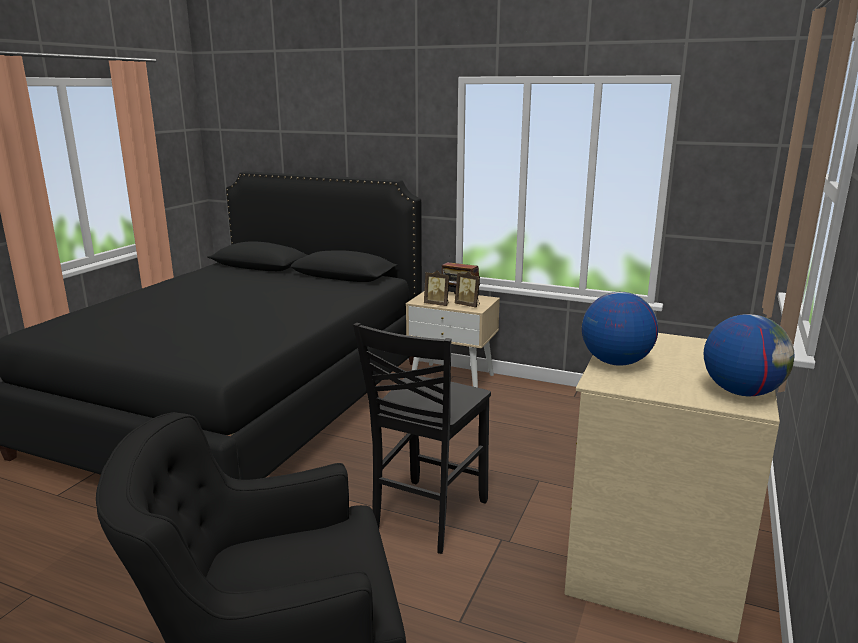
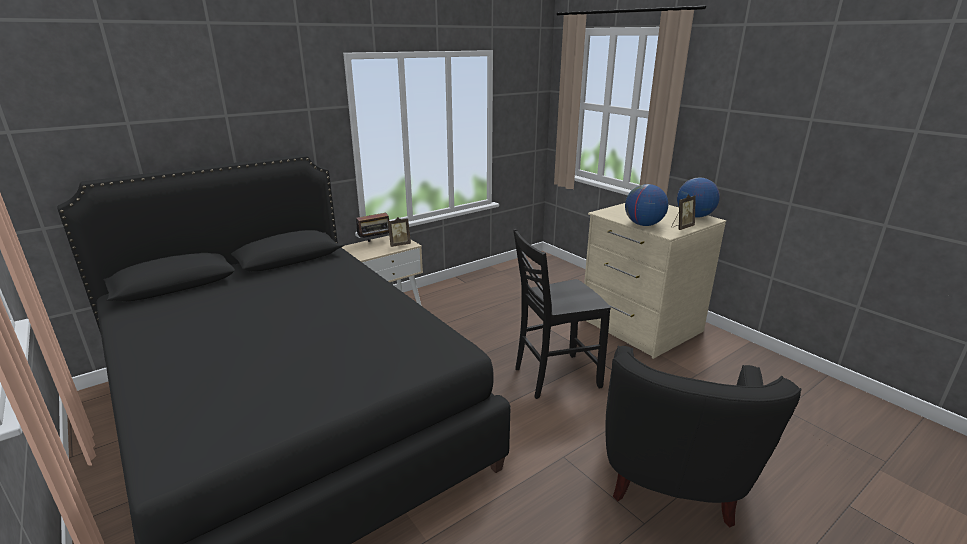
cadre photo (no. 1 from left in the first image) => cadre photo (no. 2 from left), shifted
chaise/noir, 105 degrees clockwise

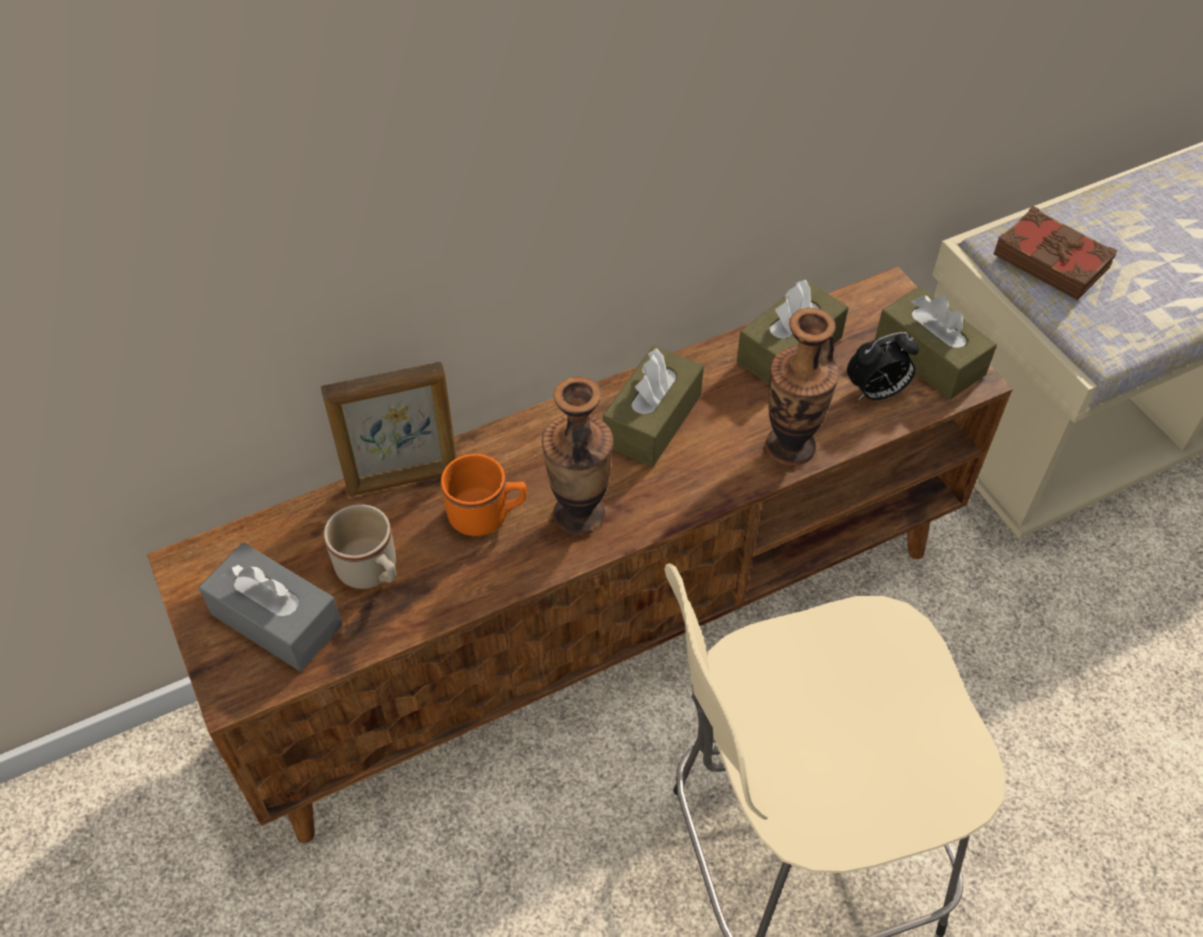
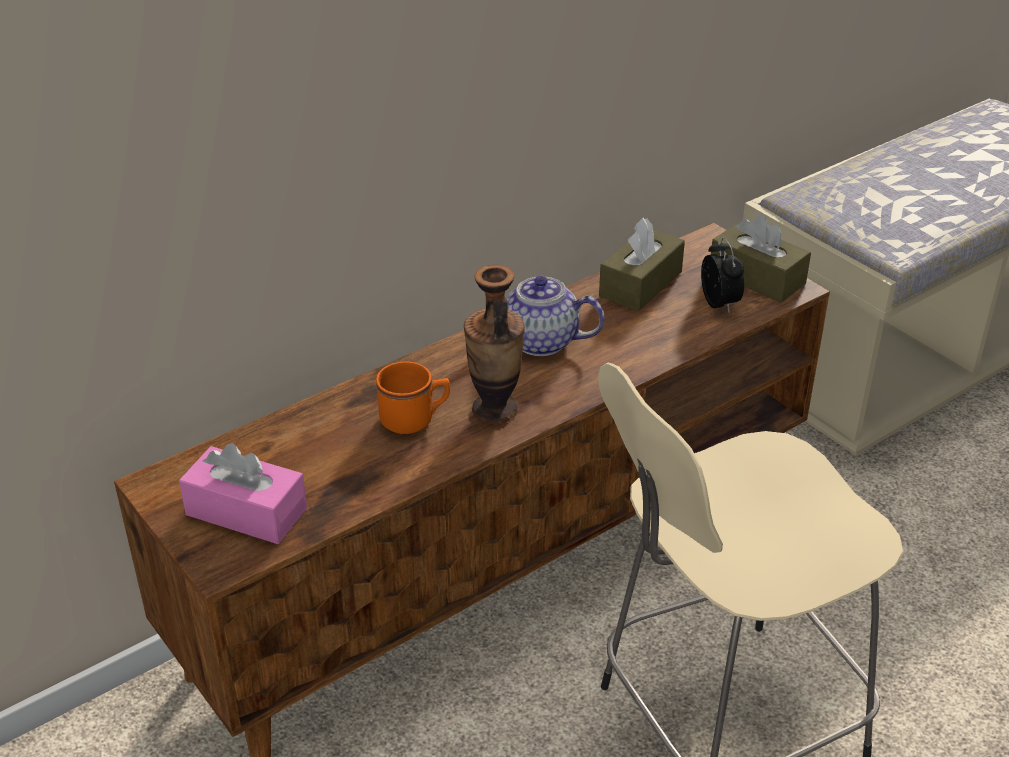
cadre photo => nothing
mug/beige => nothing
vase (no. 2 from left) => nothing
livre/marron => nothing
boîte à mouchoirs/marron (no. 1 from left) => théière
boîte à mouchoirs/gris => boîte à mouchoirs/rose
réveil, 75 degrees counterclockwise

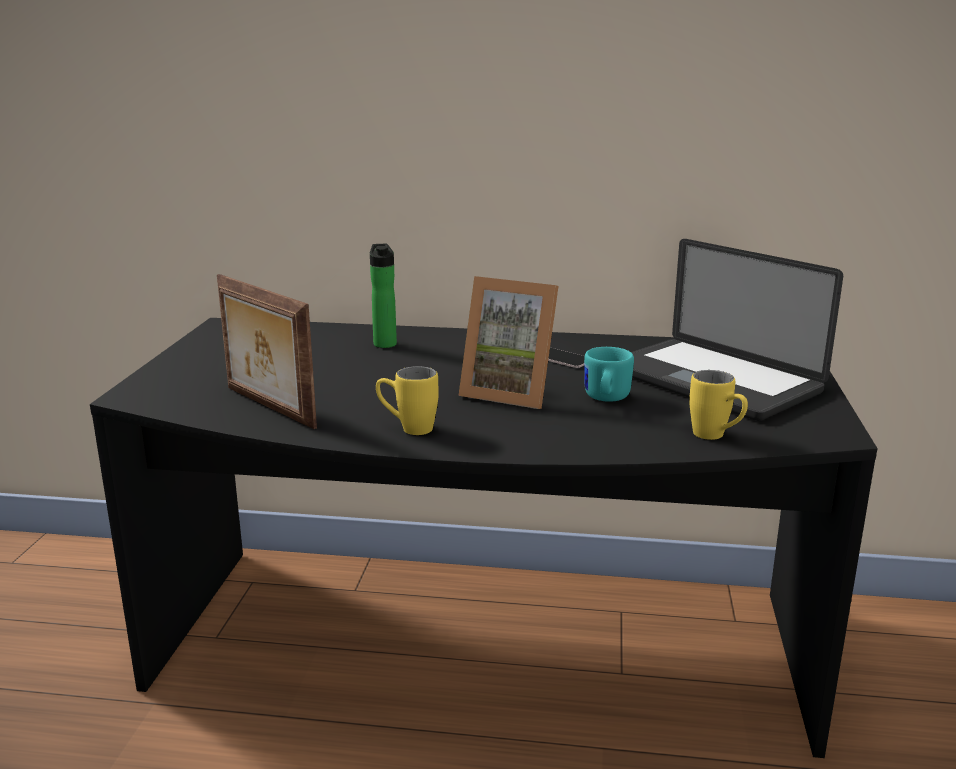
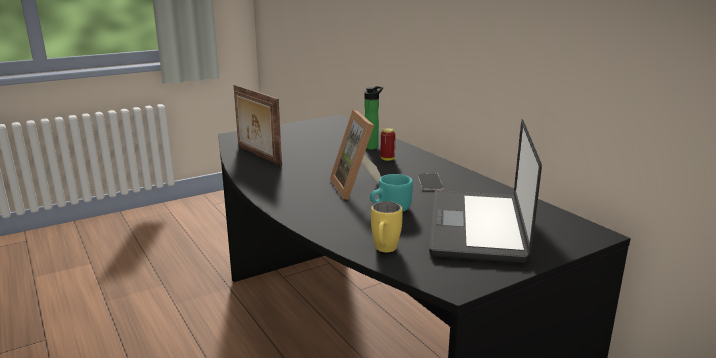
mug/jaune (no. 1 from left) => nothing
nothing => boîte métallique
cadre photo (no. 1 from left), 45 degrees counterclockwise

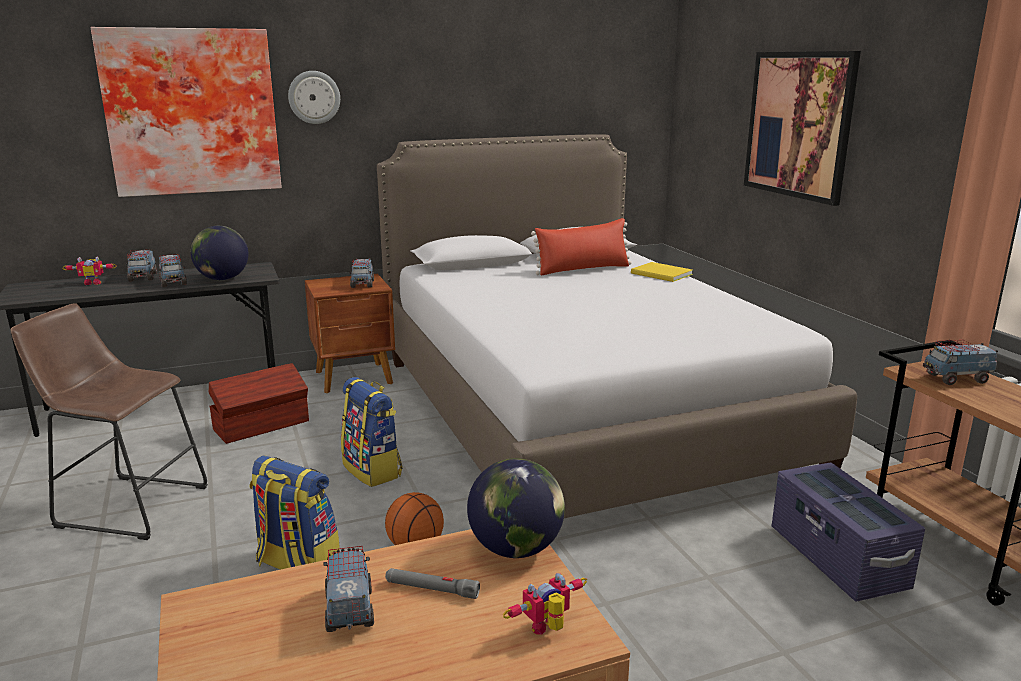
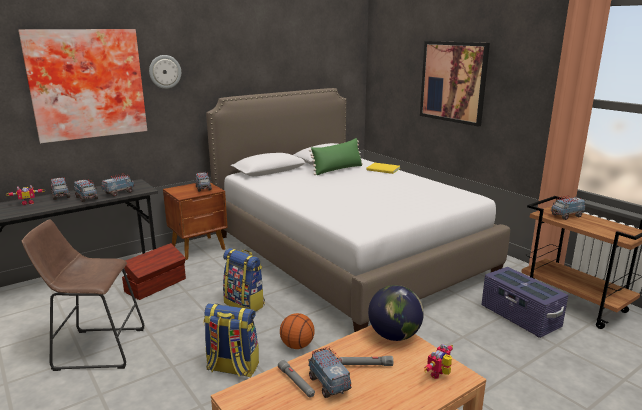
nothing => lampe de poche/gris (no. 1 from left)
globe (no. 1 from left) => camion jouet (no. 3 from left)
coussin/rouge => coussin/vert

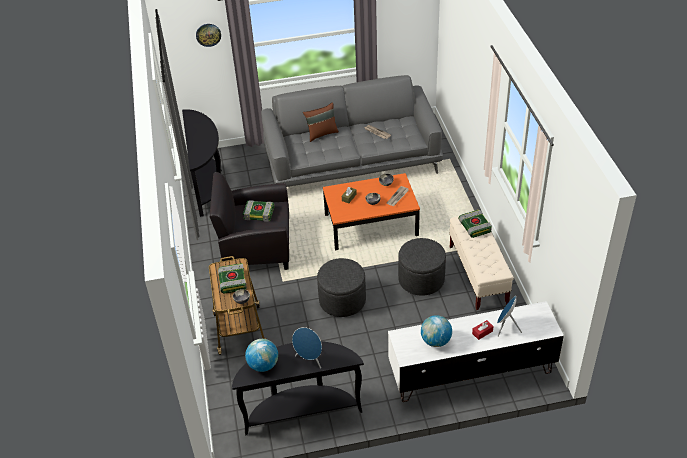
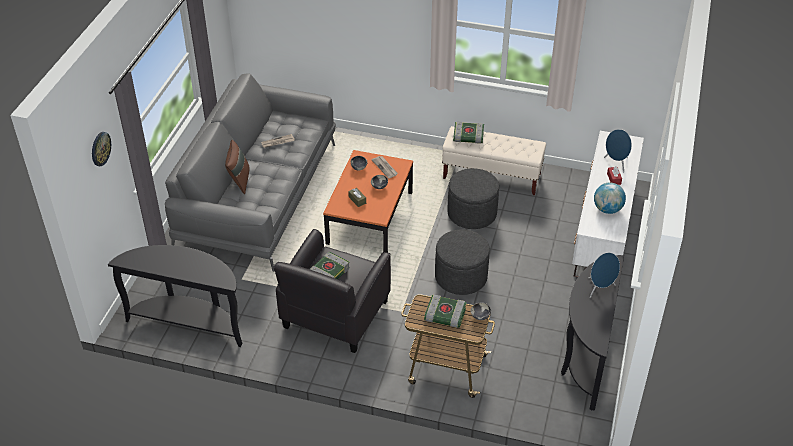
globe (no. 1 from left) => nothing

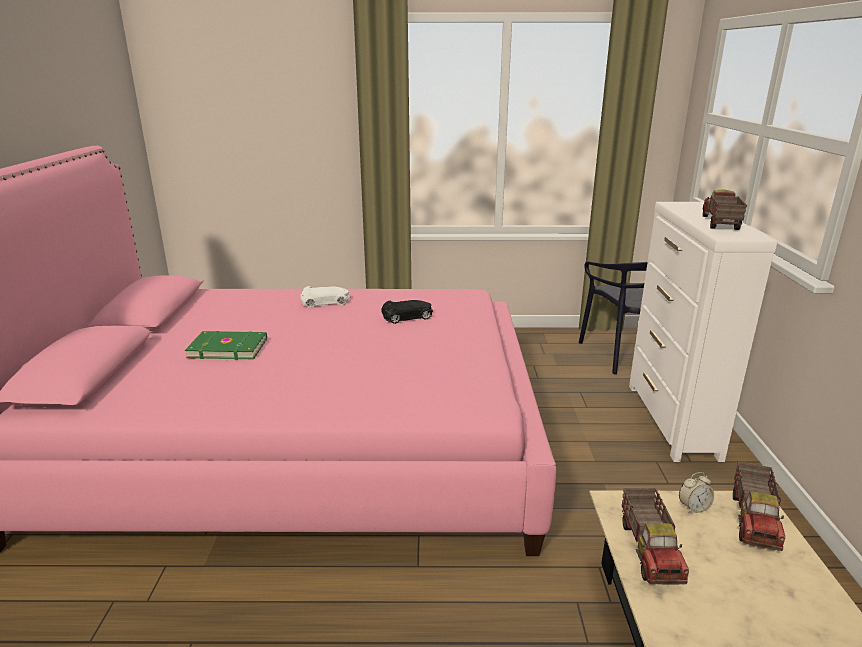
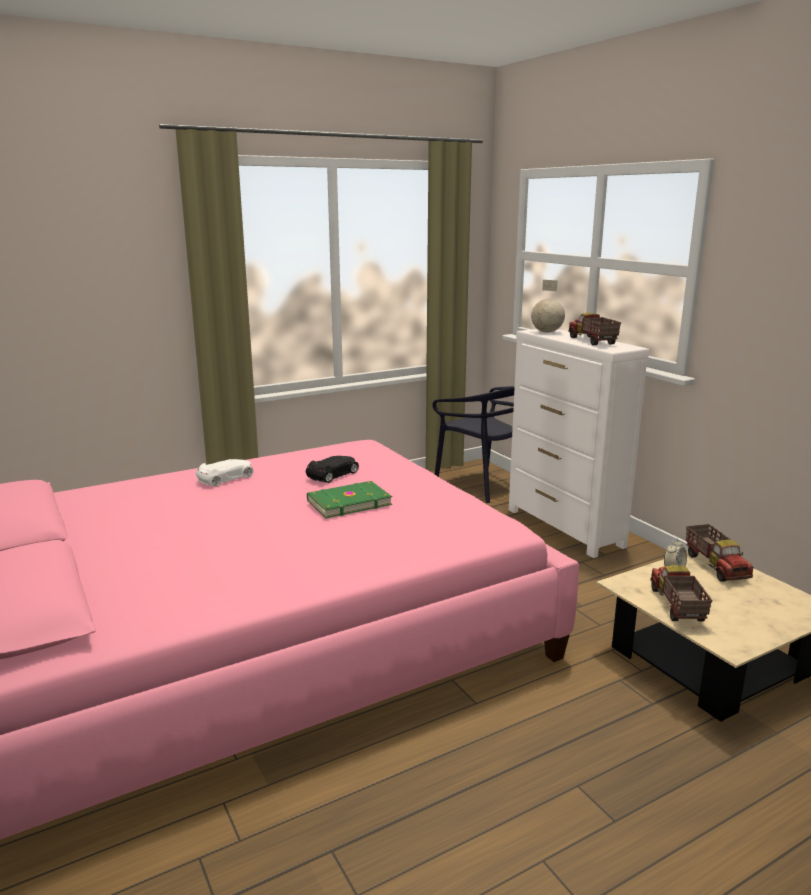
nothing => globe
livre/vert, shifted
camion jouet (no. 1 from left in the first image) => camion jouet (no. 2 from left), 150 degrees counterclockwise

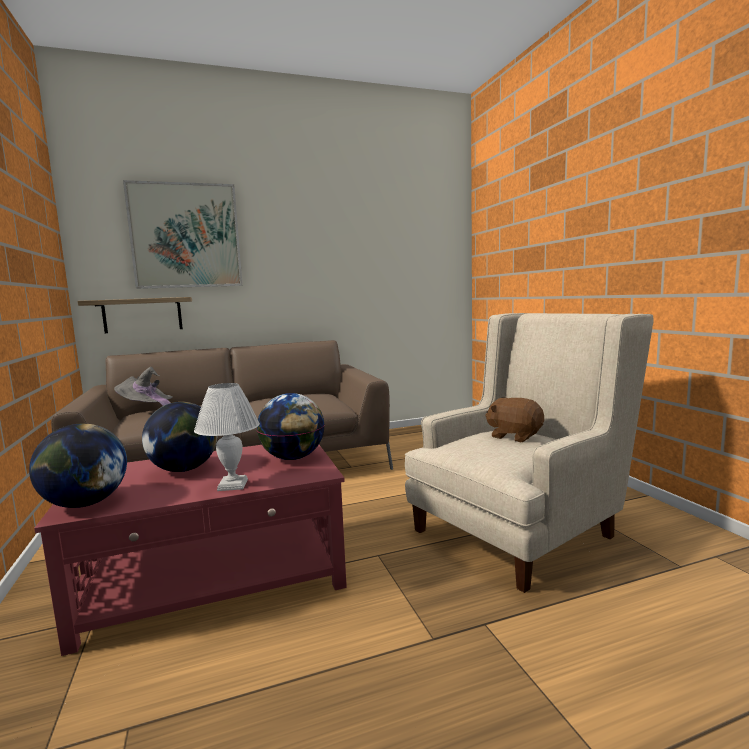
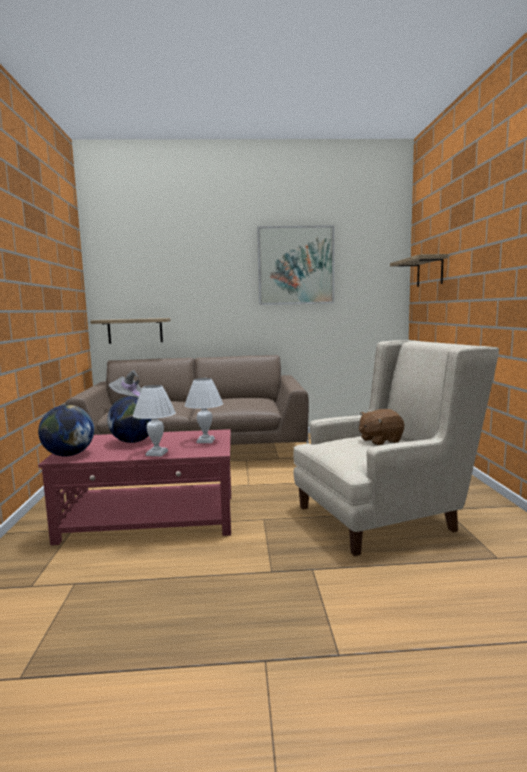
nothing => étagère (no. 2 from left)
tableau, shifted
globe (no. 3 from left) => lampe de table/blanc (no. 2 from left)
peluche/marron, 75 degrees counterclockwise

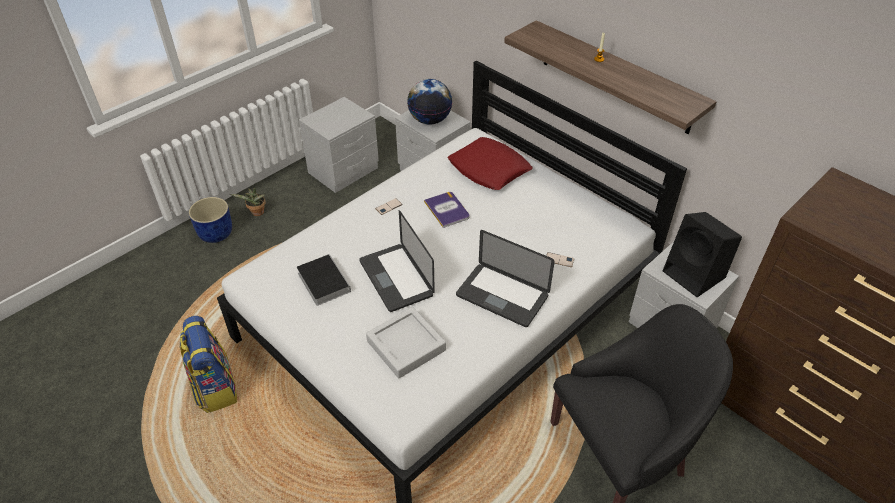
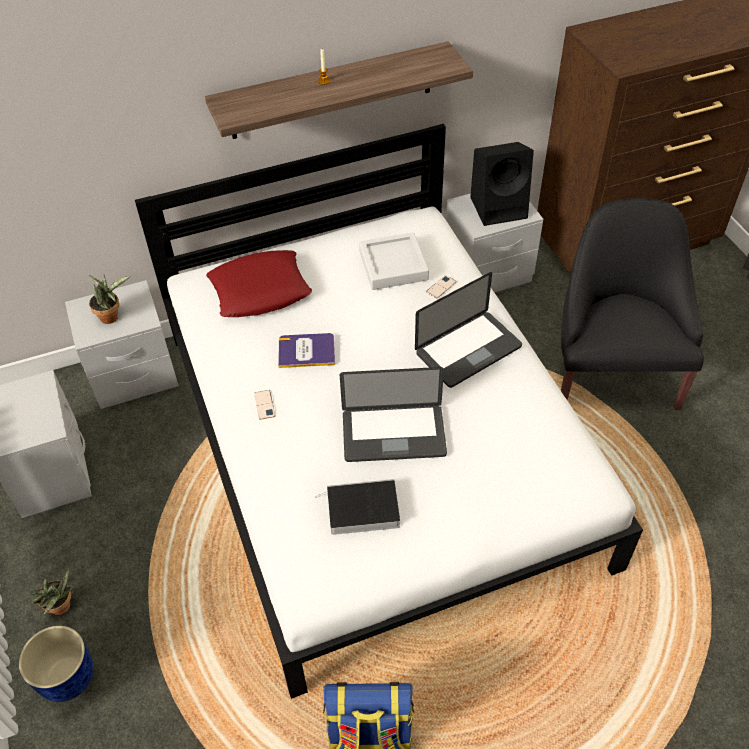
plateau/gris, shifted
globe => plante en pot (no. 2 from left)

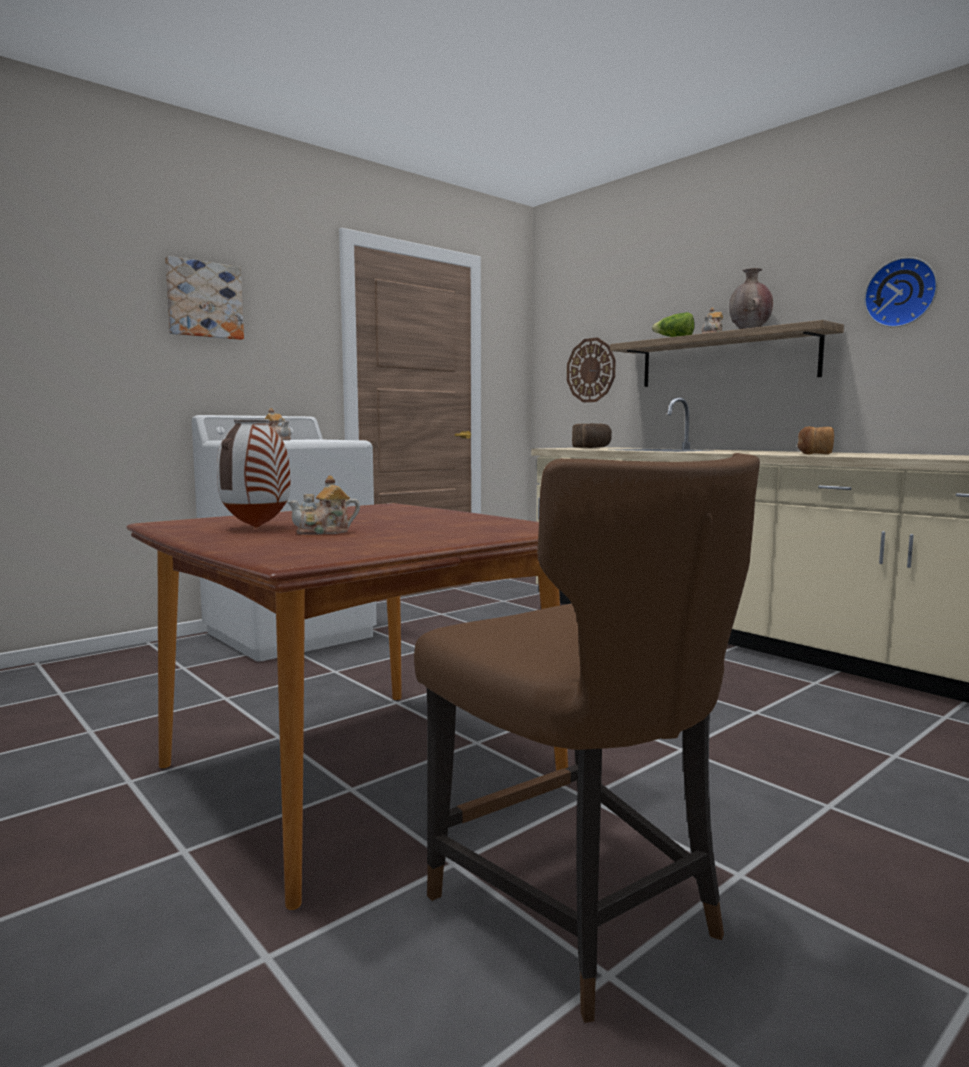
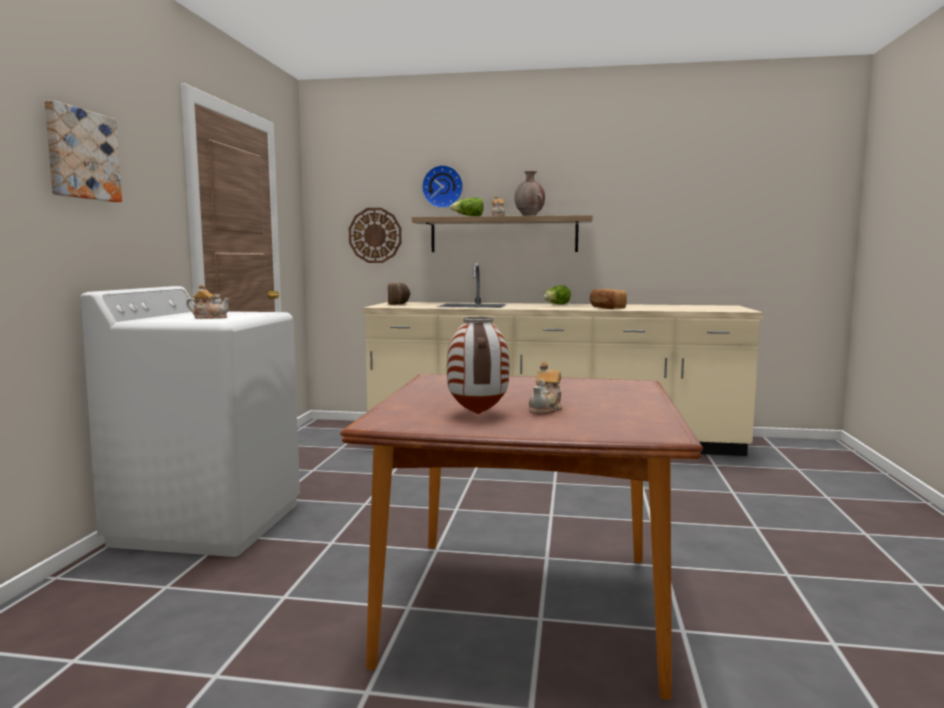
chaise/marron => nothing
nothing => laitue (no. 2 from left)
horloge murale (no. 2 from left), shifted

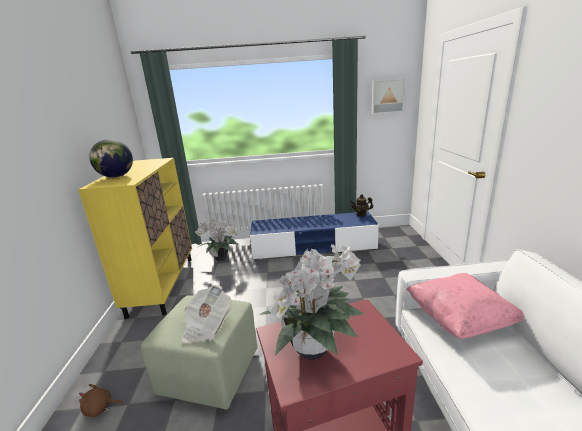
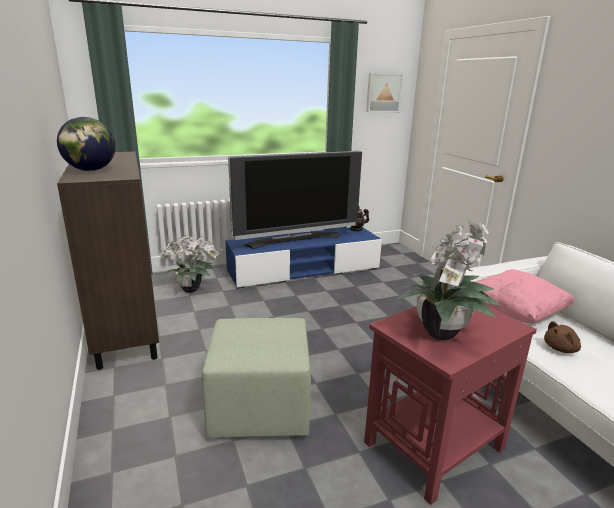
journal => nothing
nothing => téléviseur
peluche/marron, shifted
meuble de rangement/jaune => meuble de rangement/marron

